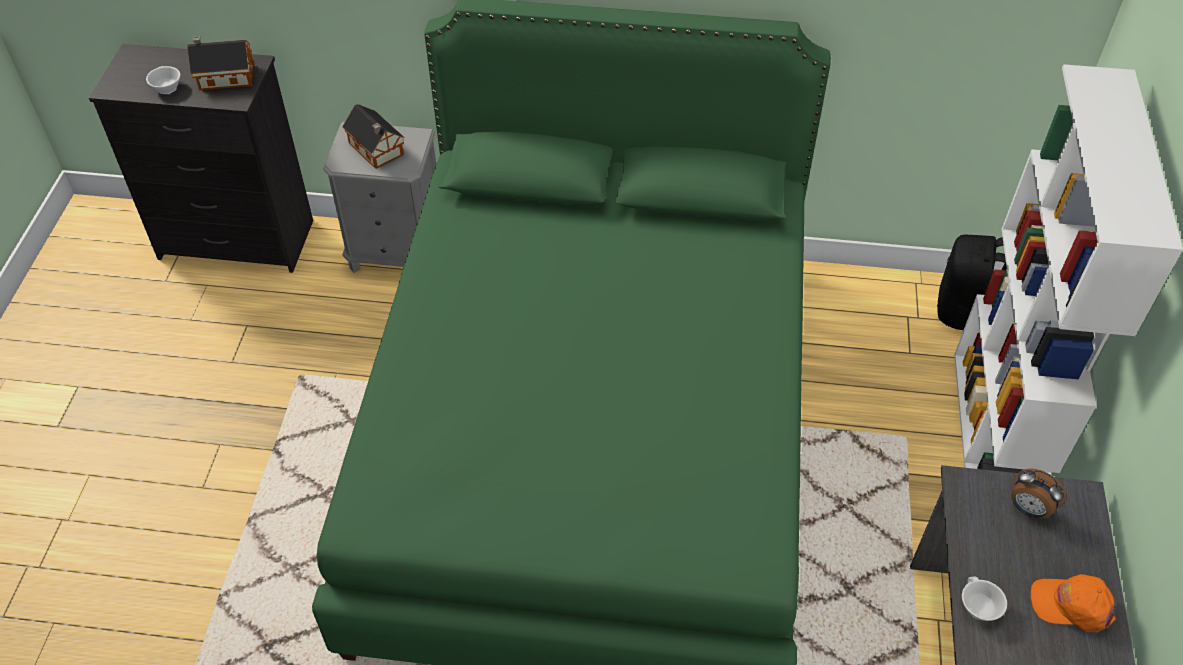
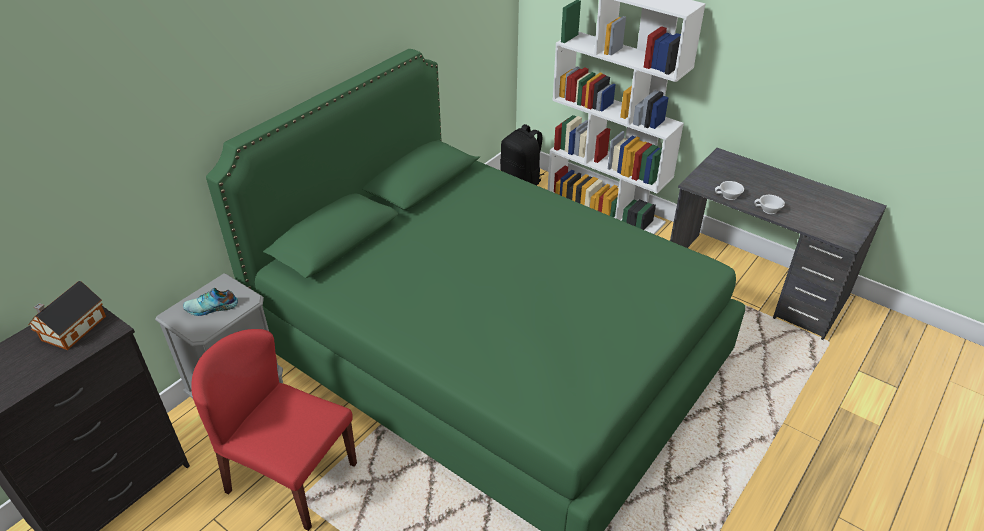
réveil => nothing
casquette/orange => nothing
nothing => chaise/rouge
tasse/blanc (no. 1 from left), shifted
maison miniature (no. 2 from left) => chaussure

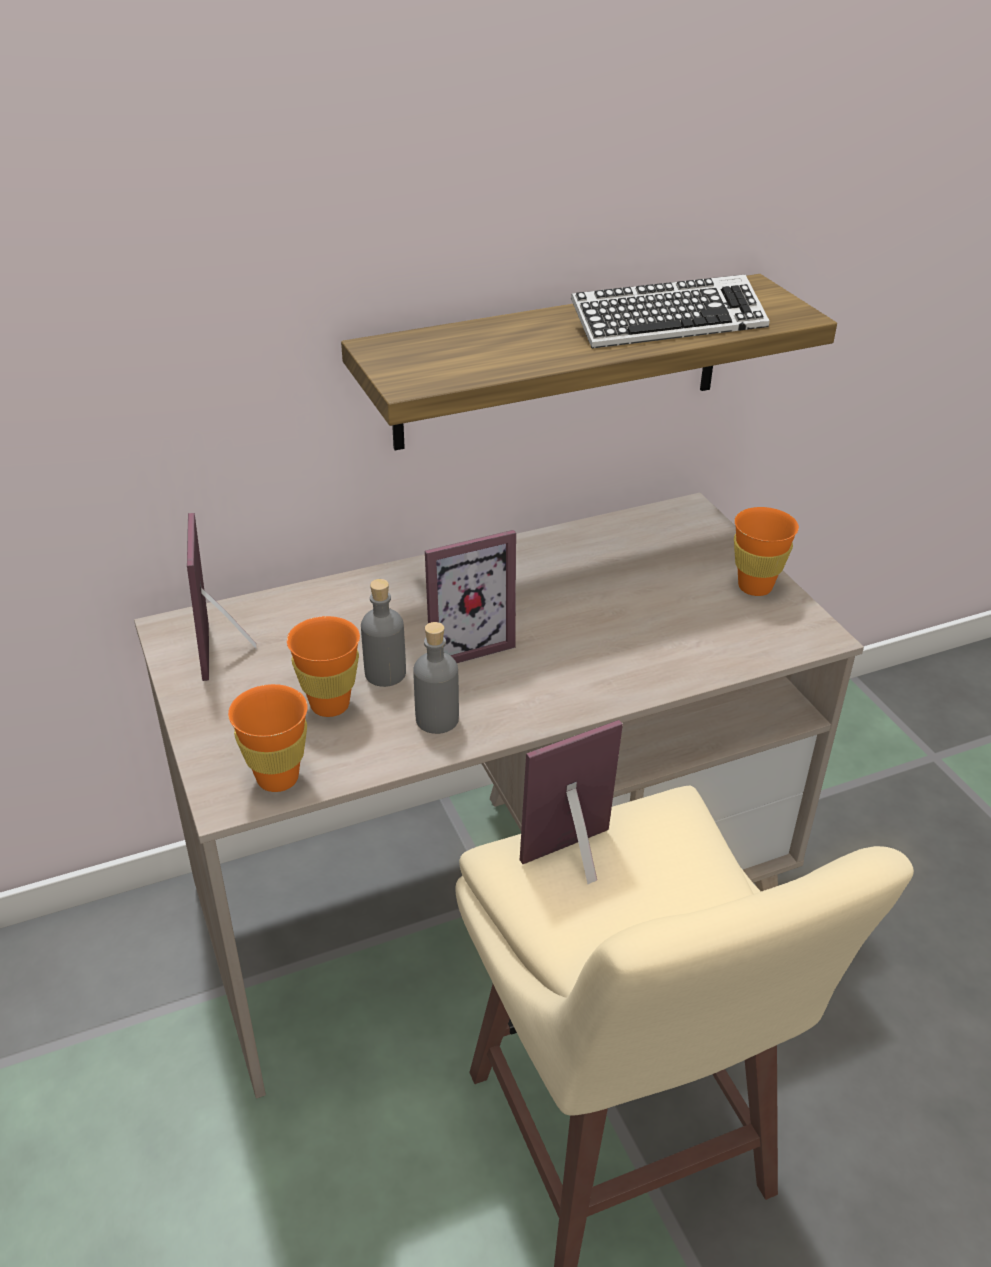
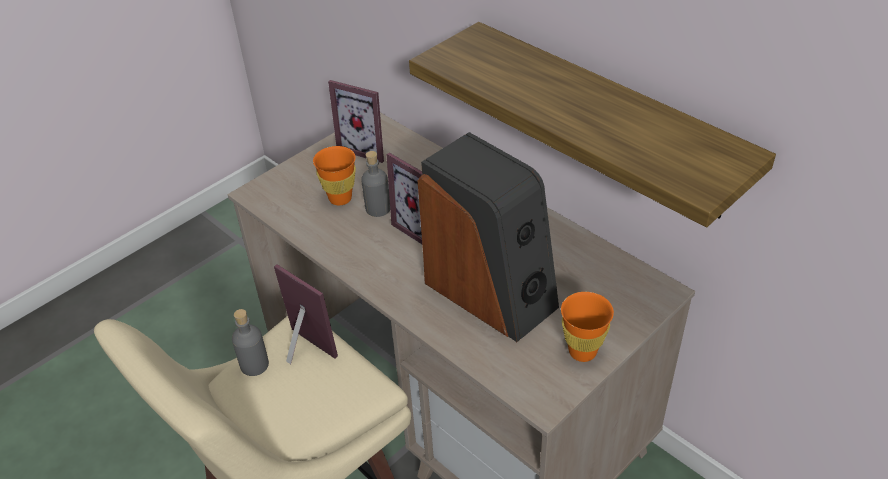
tasse/orange (no. 1 from left) => nothing
clavier => nothing
nothing => enceinte
bouteille/gris (no. 2 from left in the first image) => bouteille/gris (no. 1 from left), shifted
cadre photo (no. 1 from left in the first image) => cadre photo (no. 2 from left), 120 degrees counterclockwise

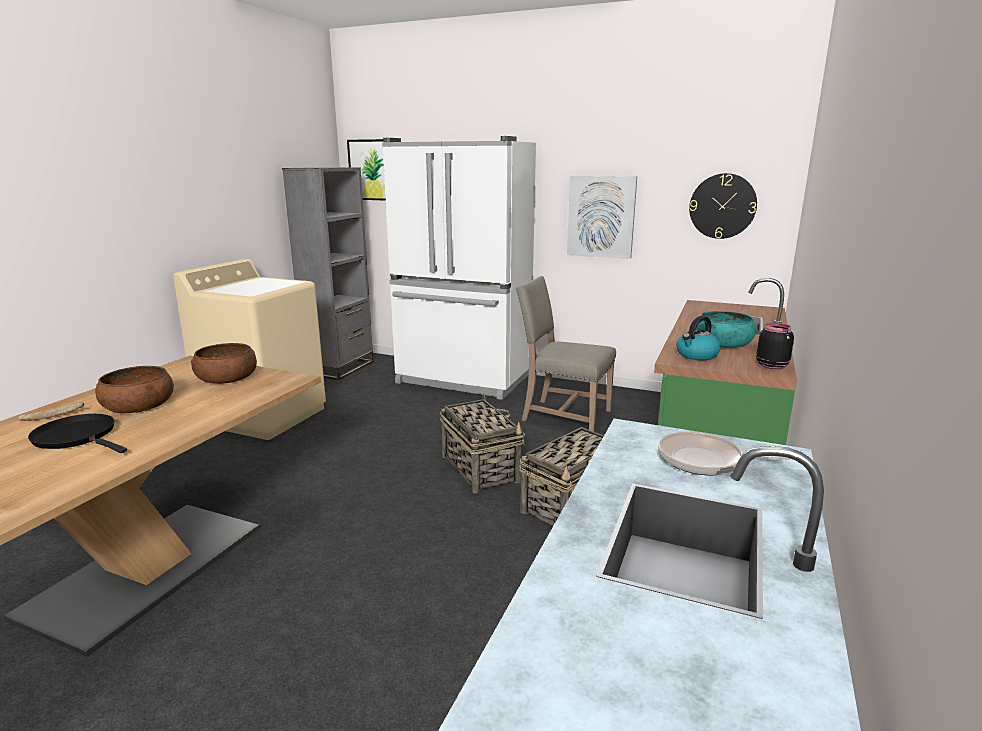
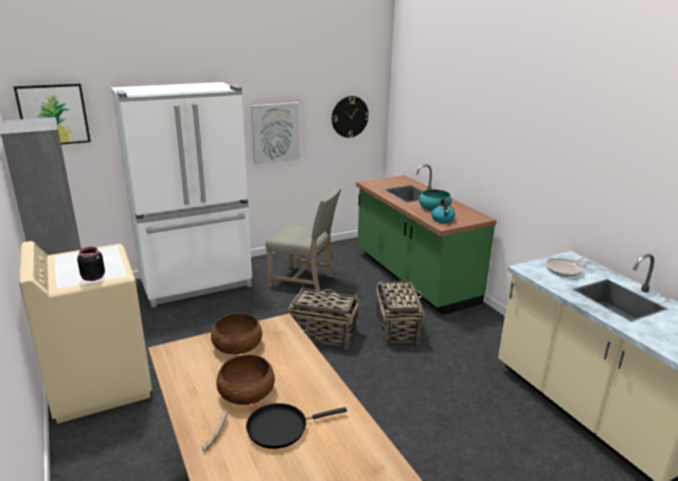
bocal/noir, shifted
chaise/beige, 135 degrees counterclockwise

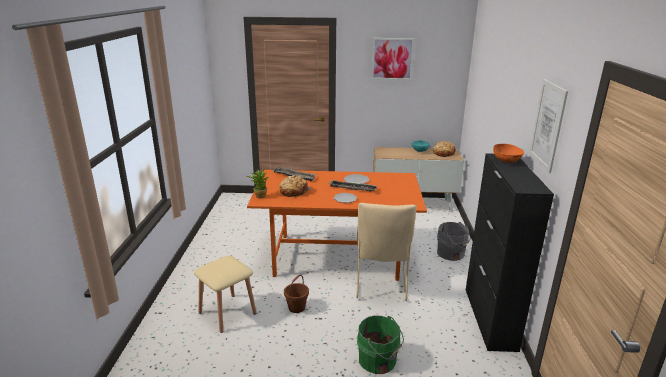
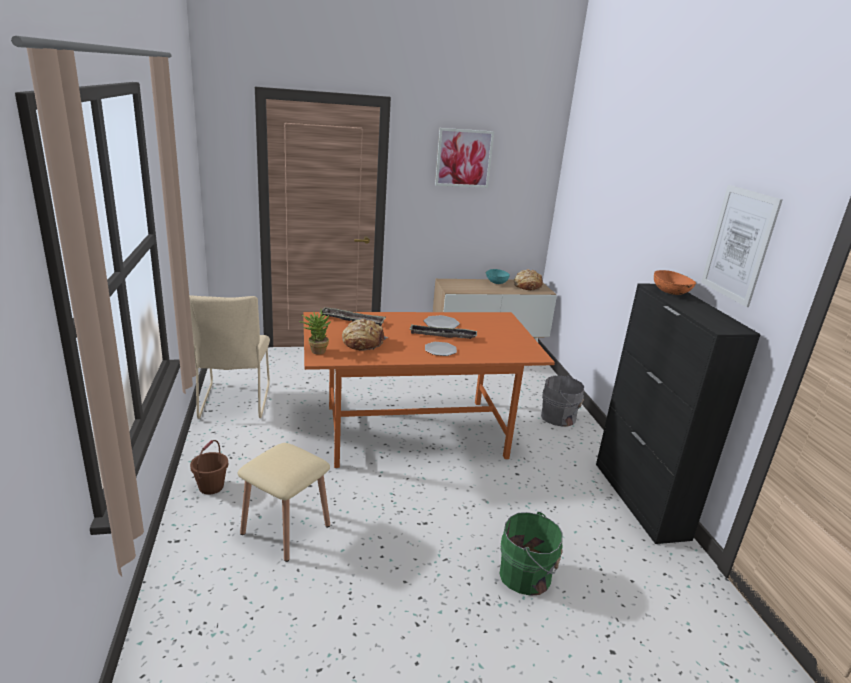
seau/marron, shifted
chaise/beige, shifted

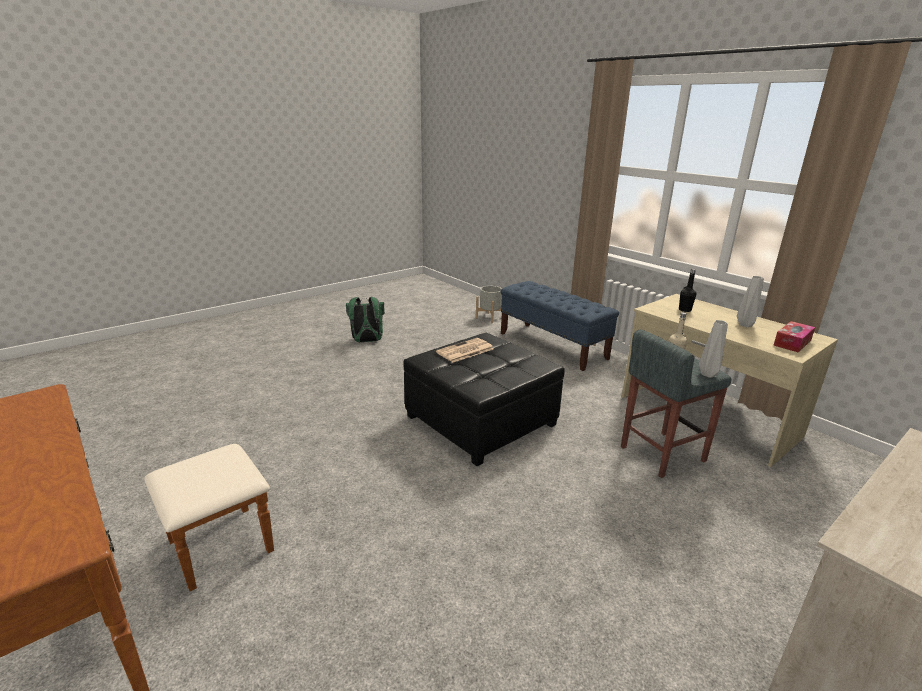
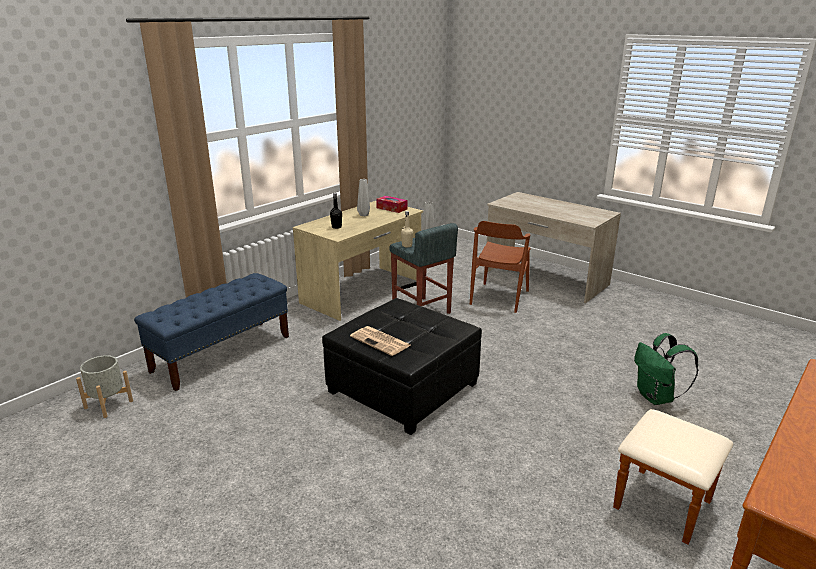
nothing => chaise/marron
sac à dos/vert, shifted

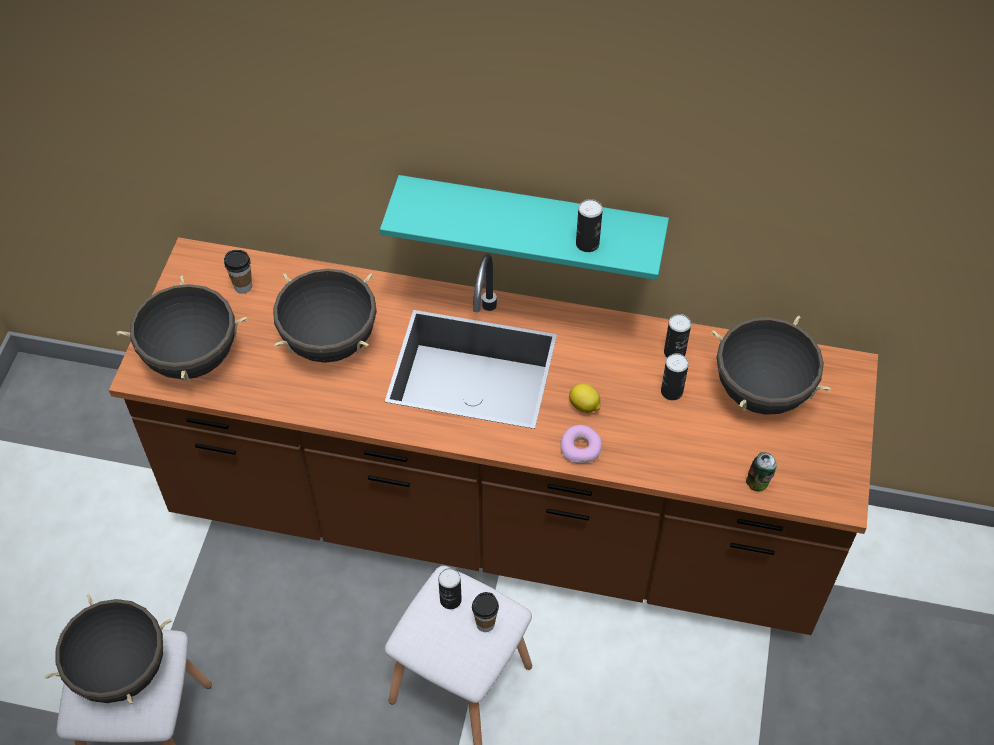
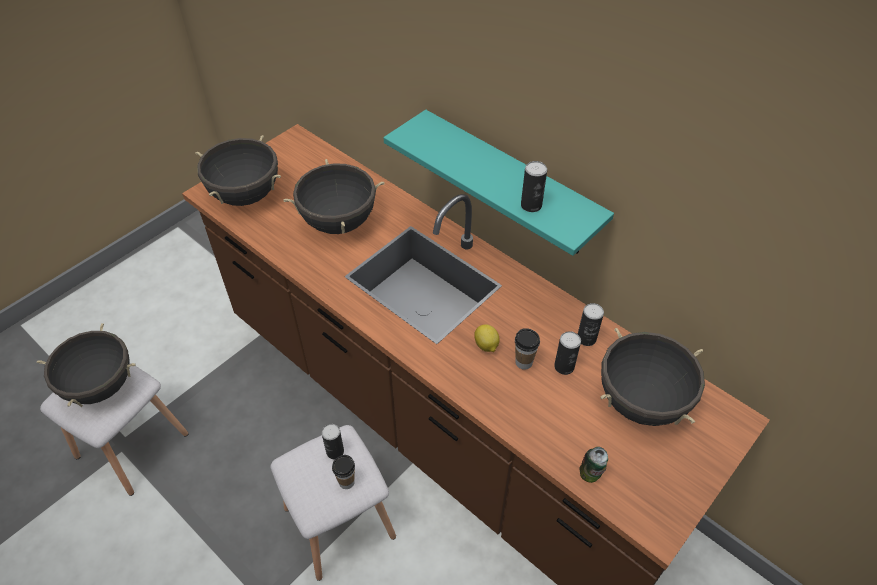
beignet => nothing
tasse (no. 1 from left in the first image) => tasse (no. 2 from left), shifted

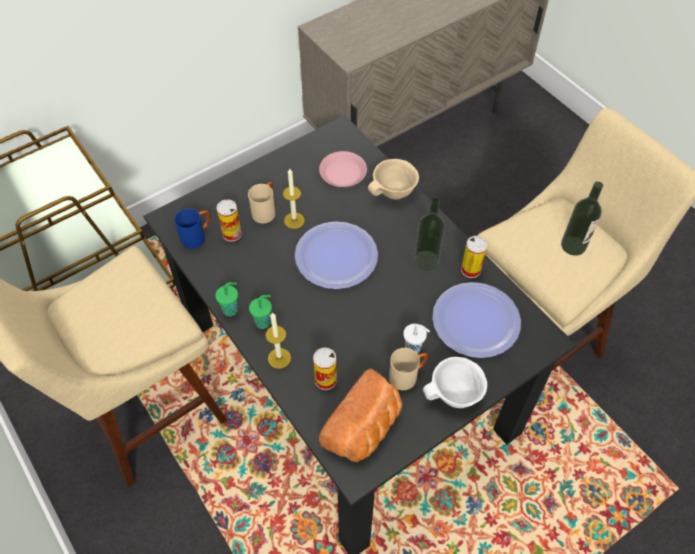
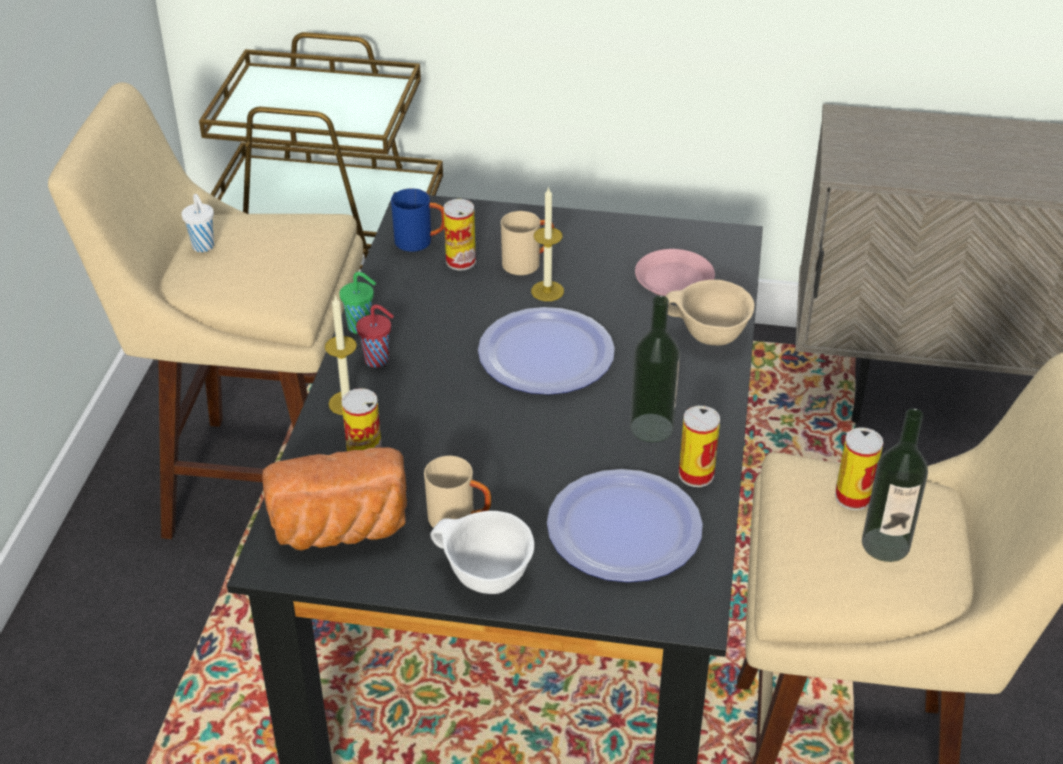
nothing => boîte métallique (no. 4 from left)
tasse/blanc, shifted
tasse/vert (no. 2 from left) => tasse/rouge

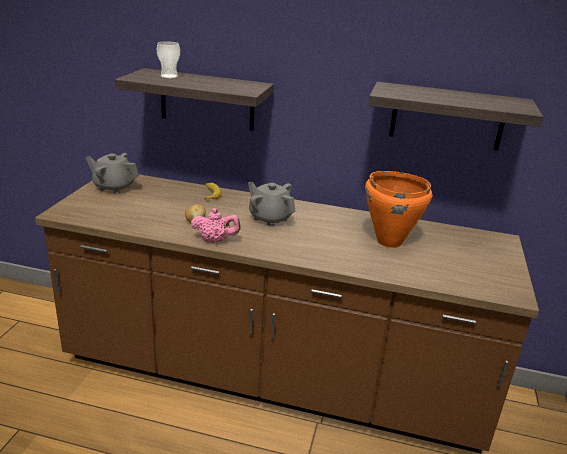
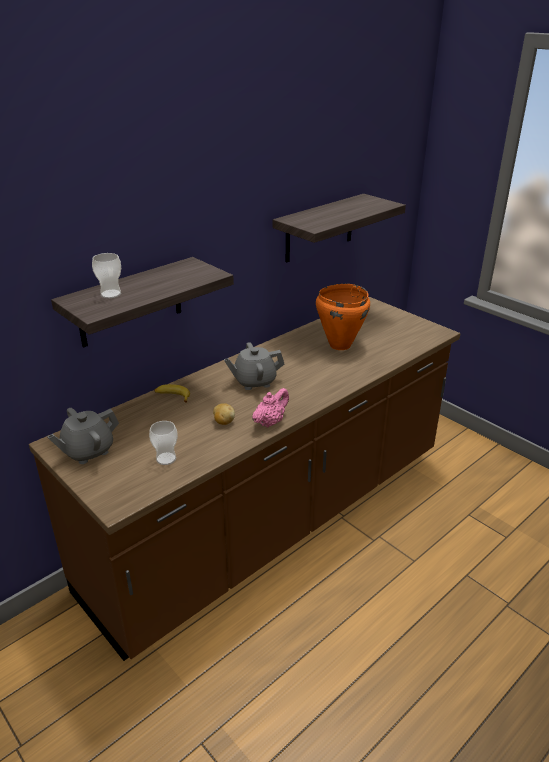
nothing => tasse (no. 2 from left)

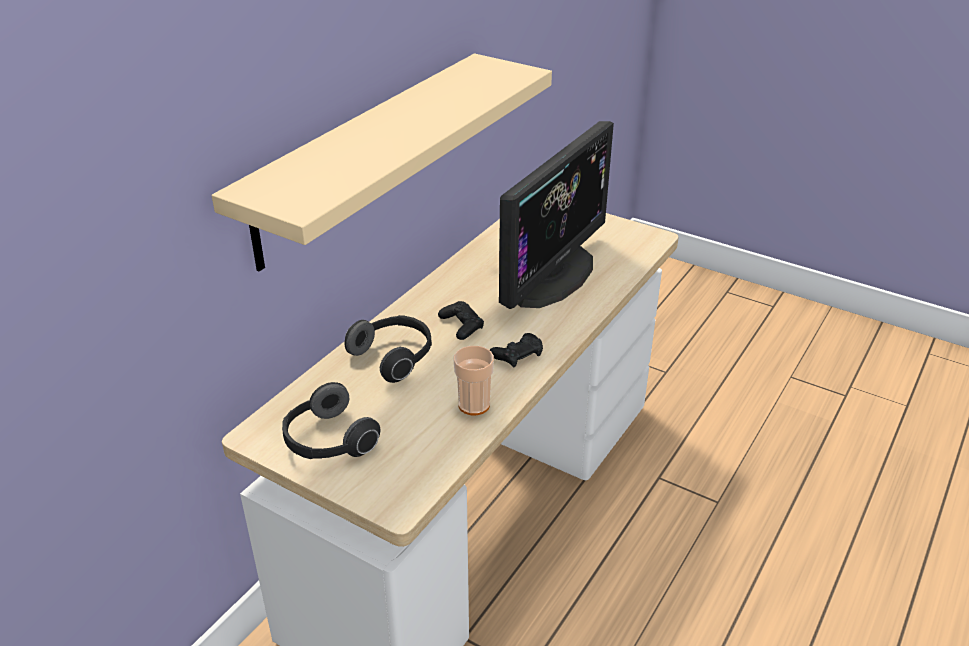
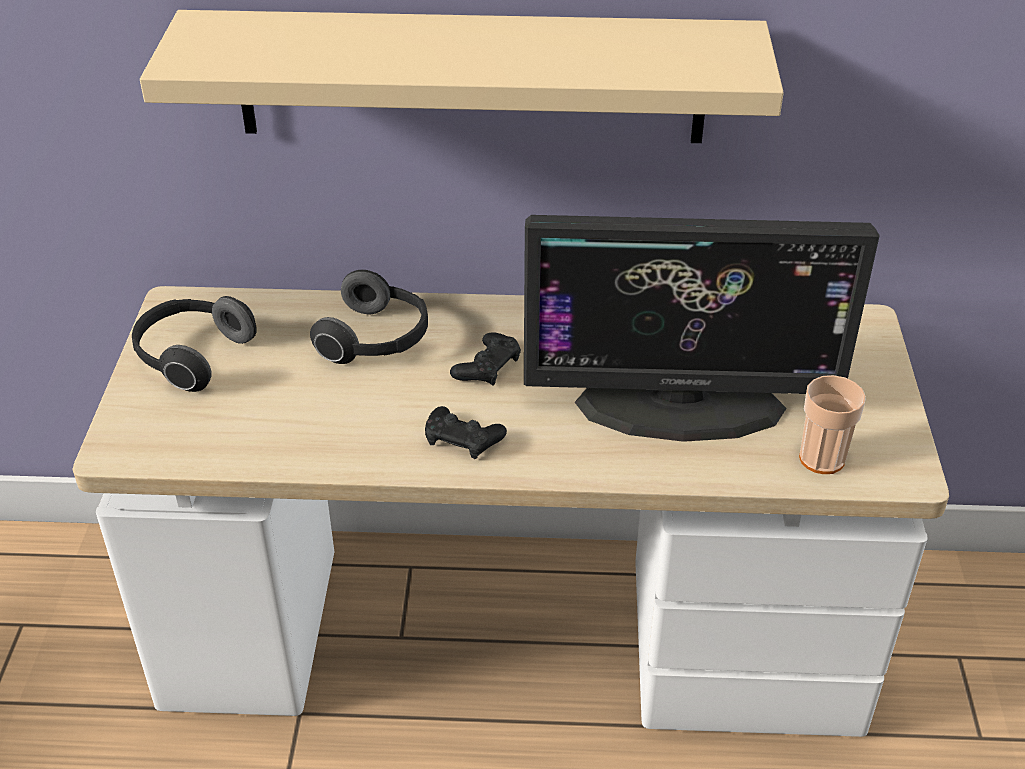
tasse, shifted

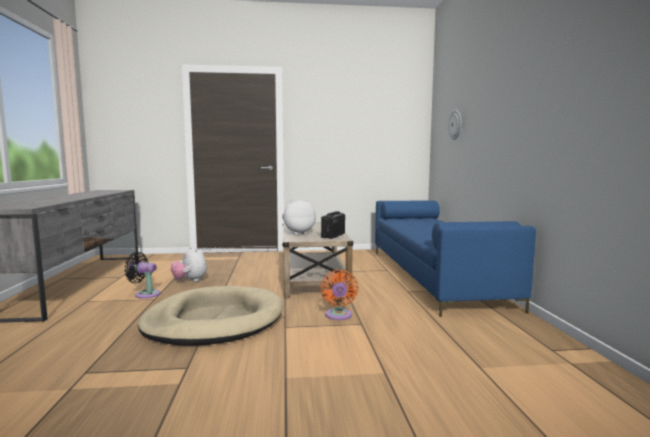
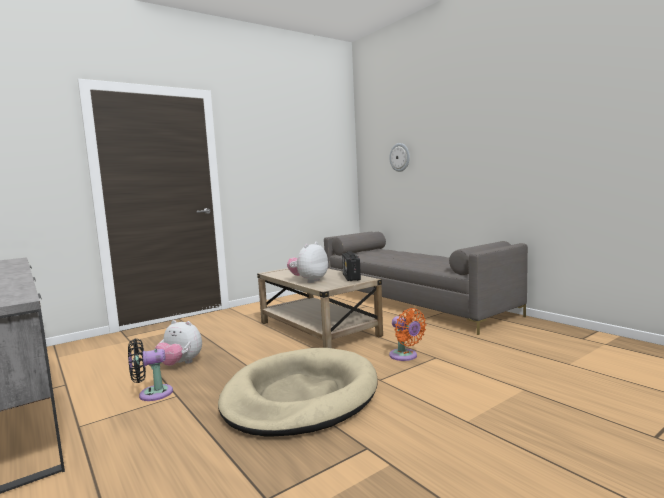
canapé/bleu => canapé/gris

